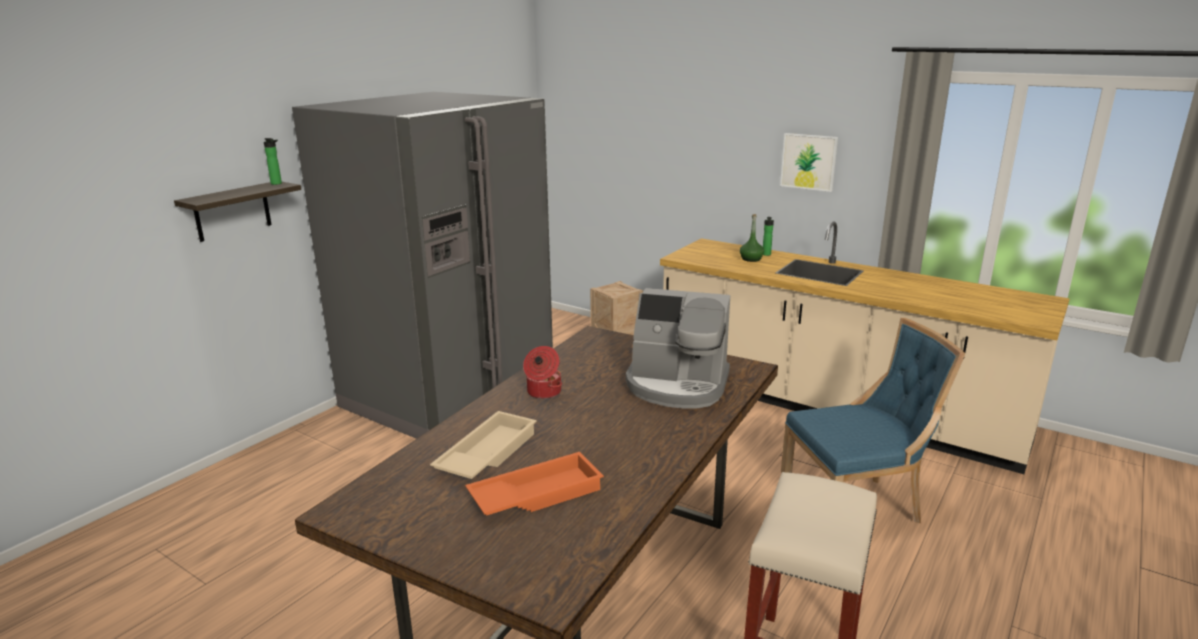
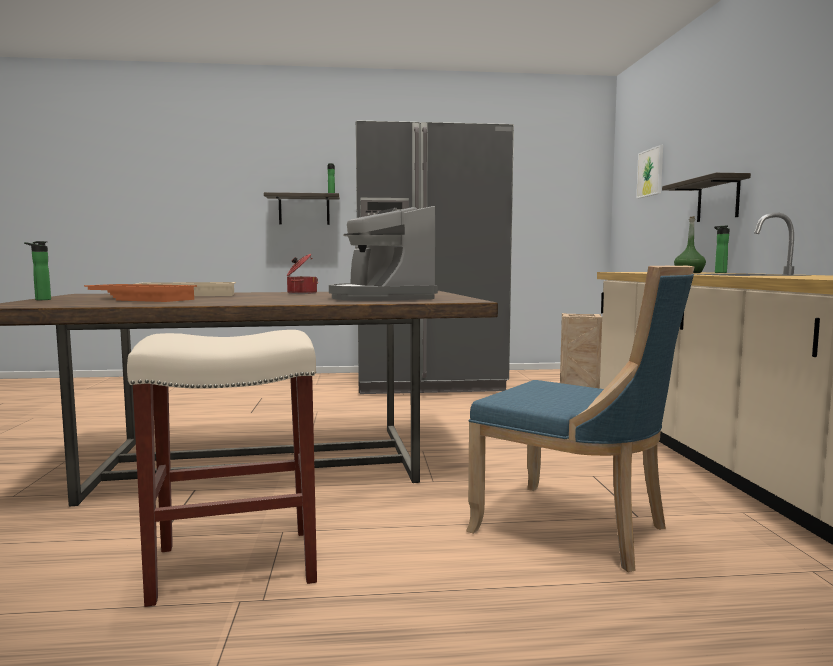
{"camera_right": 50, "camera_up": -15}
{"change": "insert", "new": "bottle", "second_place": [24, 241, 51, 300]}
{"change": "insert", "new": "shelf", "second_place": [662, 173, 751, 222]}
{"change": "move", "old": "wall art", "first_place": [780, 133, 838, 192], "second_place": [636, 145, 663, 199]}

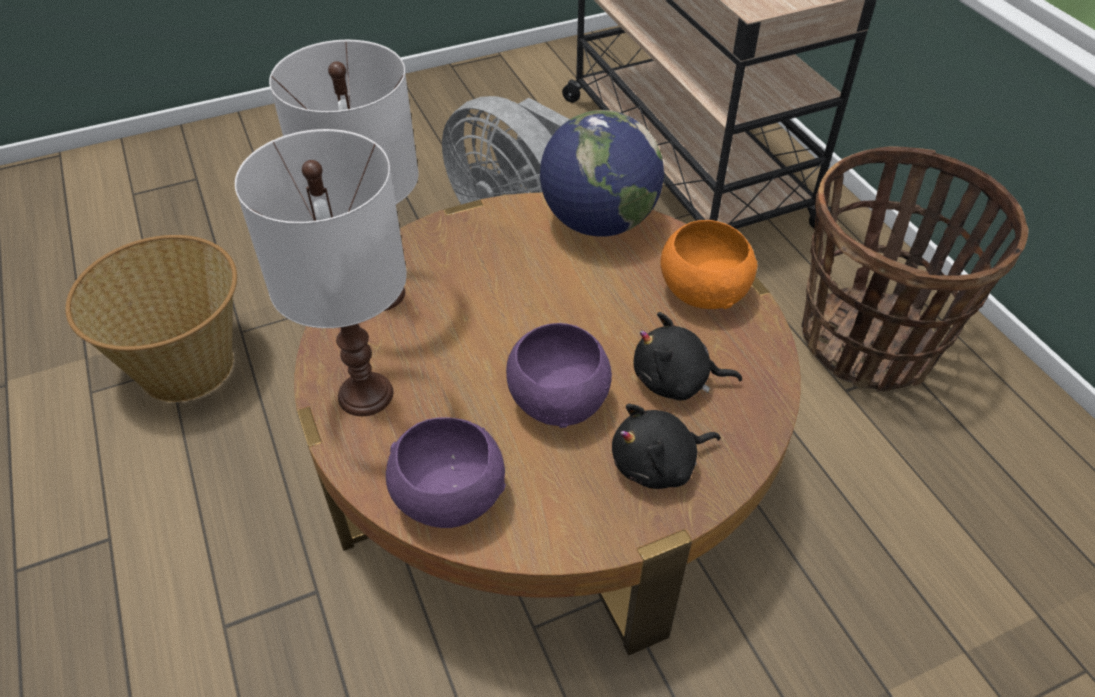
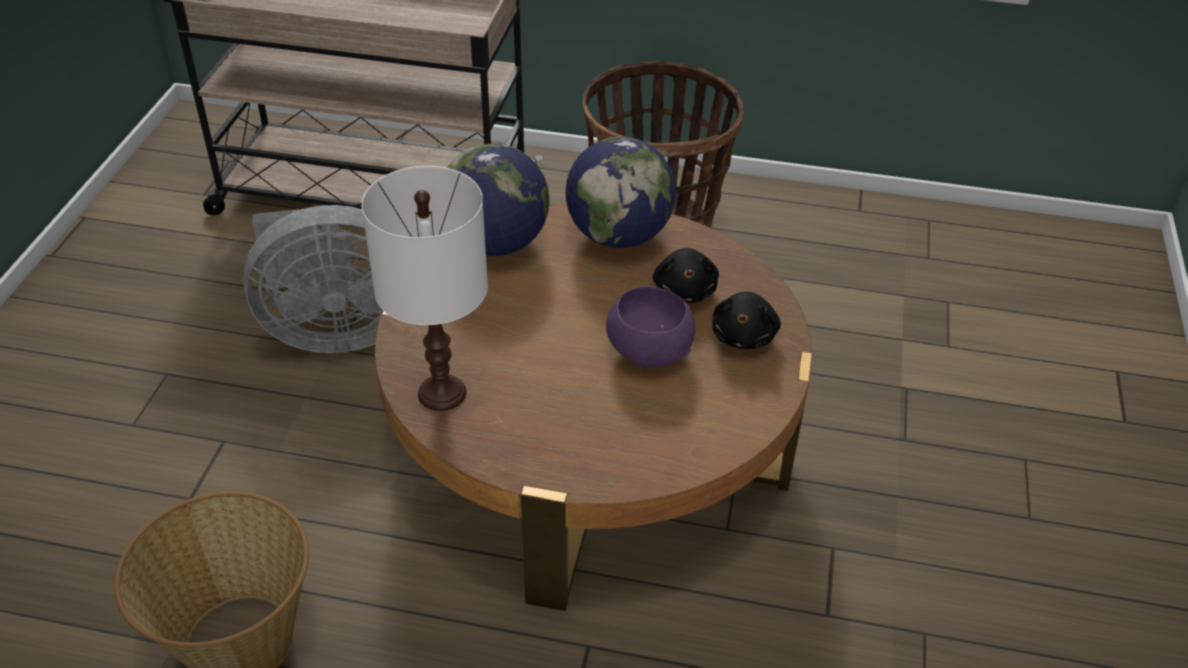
{"camera_right": -55, "camera_up": -5}
{"change": "delete", "old": "lamp for a table/white", "first_place": [235, 129, 407, 416]}
{"change": "delete", "old": "serving bowl/purple-coloured", "first_place": [386, 417, 506, 528]}
{"change": "replace", "old": "serving bowl/orangey", "new": "world globe", "first_place": [661, 220, 758, 309], "second_place": [565, 136, 676, 248]}
{"change": "rotate", "old": "cuddly toy/black", "first_place": [634, 312, 742, 400], "second_place": [653, 248, 719, 303], "degrees": -45}

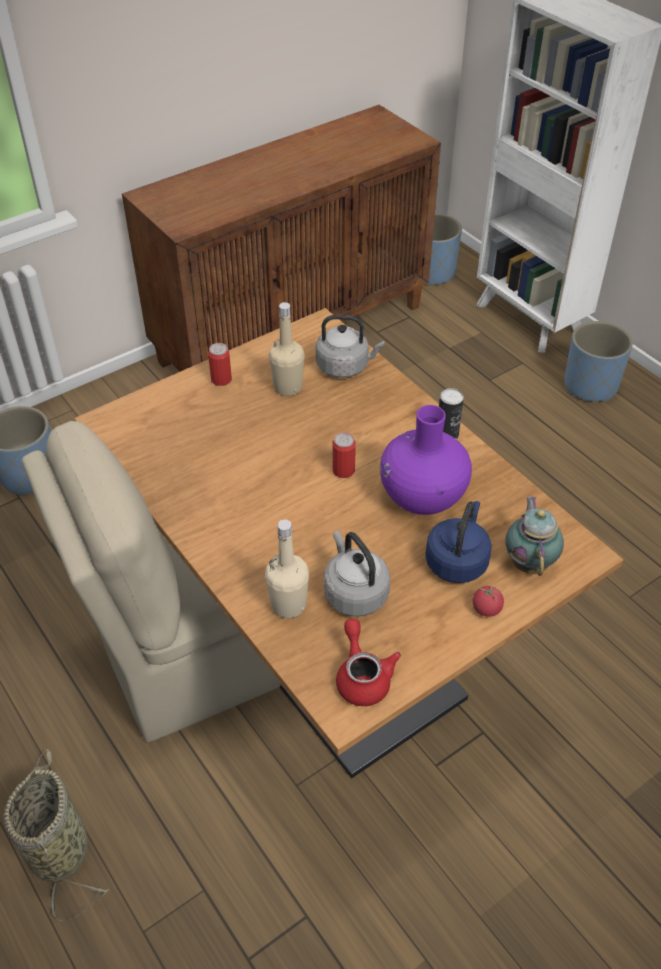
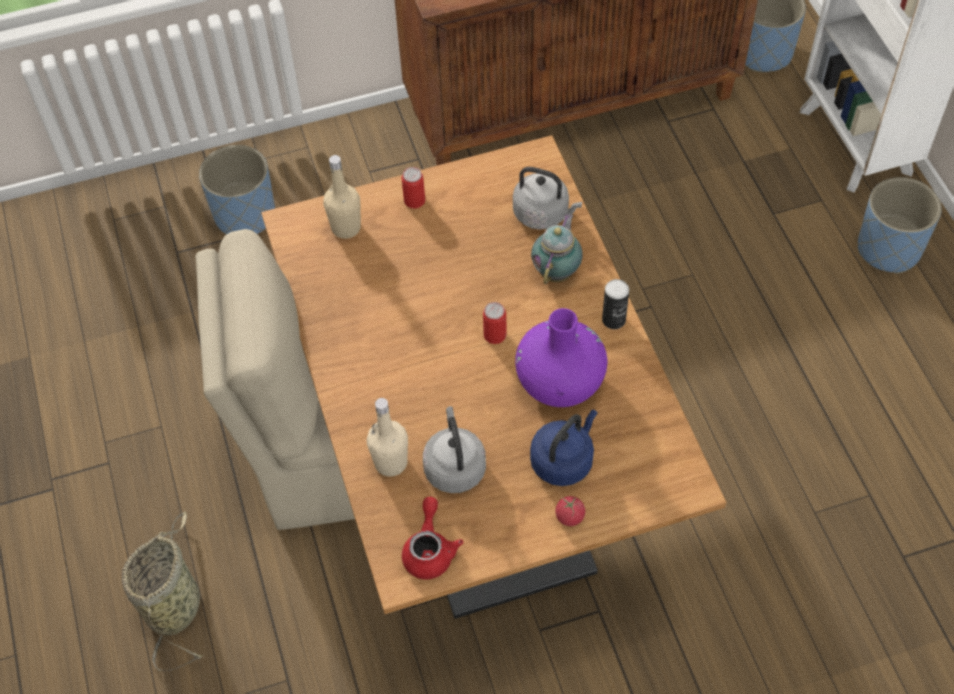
{"camera_right": 20, "camera_up": 10}
{"change": "move", "old": "bottle/beige-coloured", "first_place": [269, 302, 305, 396], "second_place": [323, 155, 361, 239]}
{"change": "move", "old": "tea pot", "first_place": [505, 496, 564, 576], "second_place": [531, 213, 583, 284]}

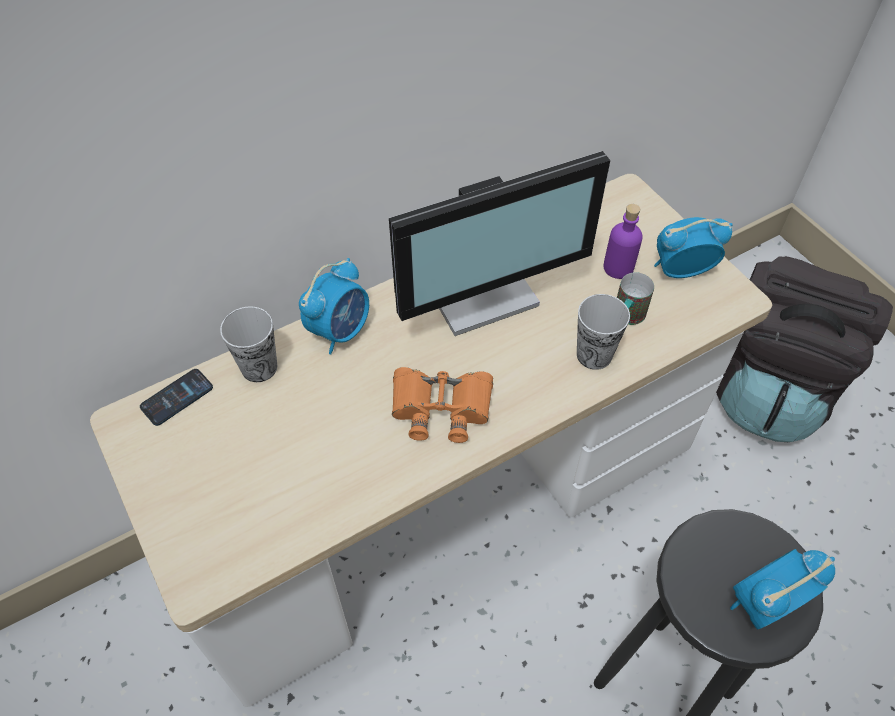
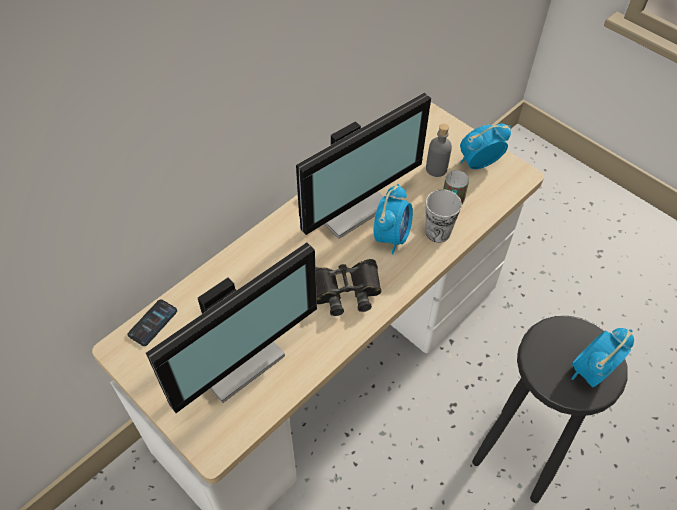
{"camera_right": -15, "camera_up": 0}
{"change": "delete", "old": "cup", "first_place": [220, 306, 277, 382]}
{"change": "delete", "old": "knapsack/black", "first_place": [716, 257, 893, 442]}
{"change": "insert", "new": "computer display", "second_place": [146, 242, 317, 413]}
{"change": "move", "old": "bedside clock", "first_place": [299, 258, 369, 354], "second_place": [374, 184, 413, 254]}
{"change": "recolor", "old": "field glasses/orangey", "new": "field glasses/black", "first_place": [392, 367, 493, 443], "second_place": [315, 259, 381, 316]}
{"change": "recolor", "old": "bottle/purple-coloured", "new": "bottle/gray", "first_place": [603, 204, 643, 279], "second_place": [426, 124, 452, 177]}

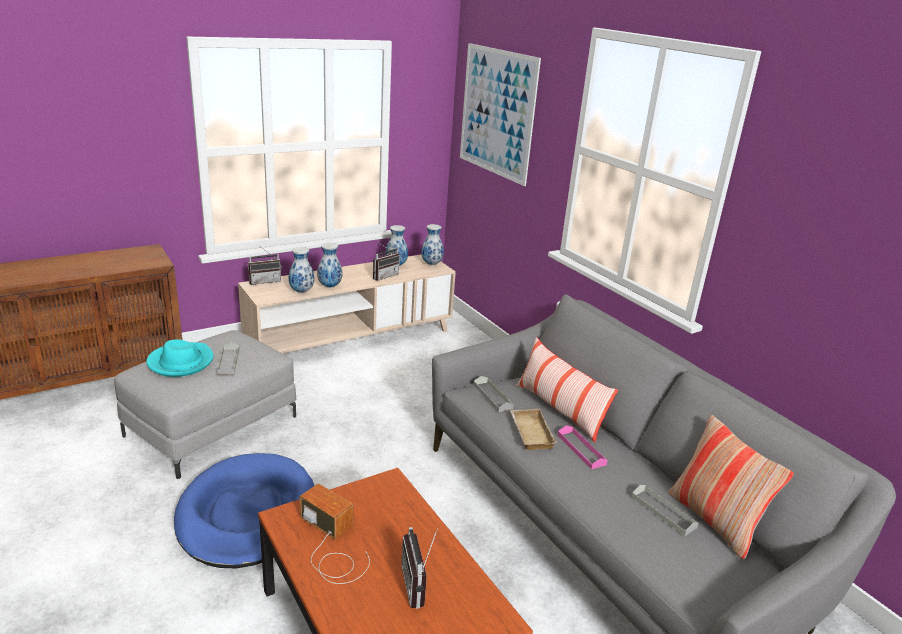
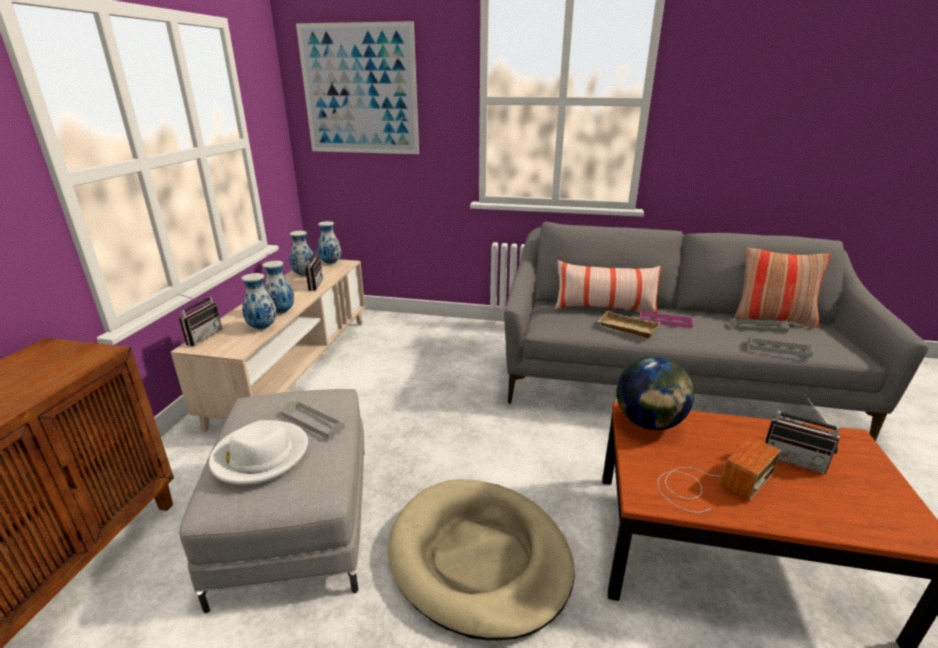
{"camera_right": -45, "camera_up": 0}
{"change": "insert", "new": "world globe", "second_place": [616, 356, 694, 430]}
{"change": "move", "old": "carrying tray/gray", "first_place": [473, 376, 514, 412], "second_place": [747, 337, 814, 357]}
{"change": "recolor", "old": "wearable hat/turquoise", "new": "wearable hat/white", "first_place": [146, 339, 214, 377], "second_place": [209, 420, 308, 485]}
{"change": "recolor", "old": "dog bed/blue", "new": "dog bed/beige-coloured", "first_place": [174, 453, 314, 568], "second_place": [388, 479, 575, 640]}
{"change": "rotate", "old": "radio receiver", "first_place": [299, 484, 370, 584], "second_place": [657, 437, 781, 513], "degrees": 150}

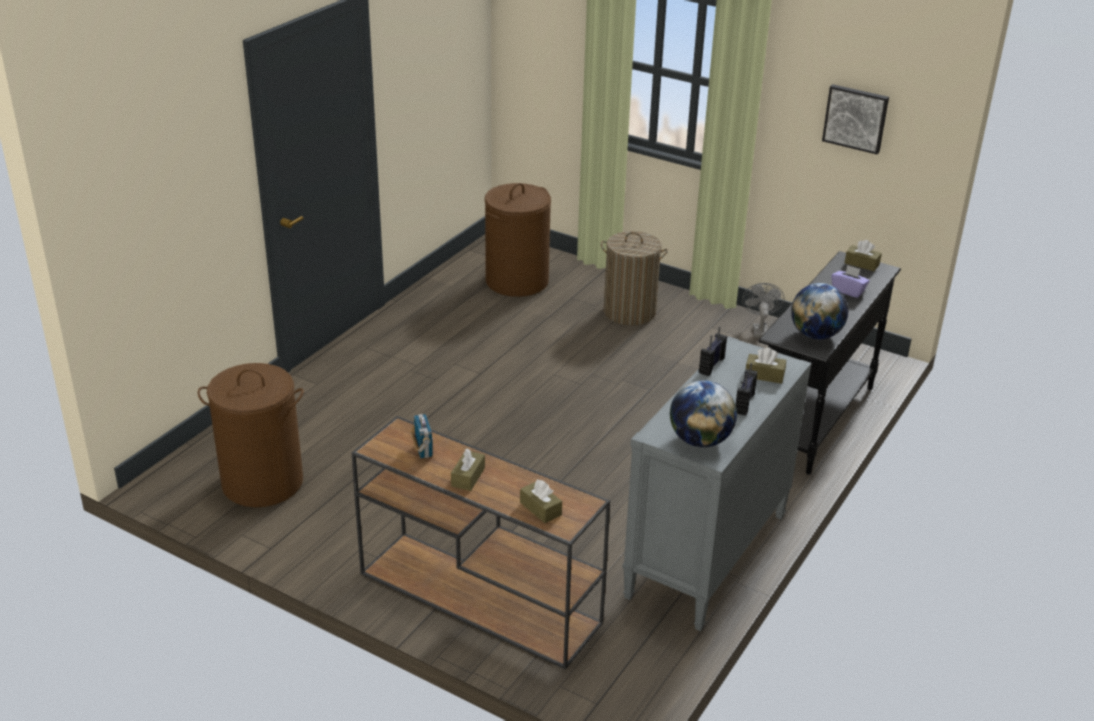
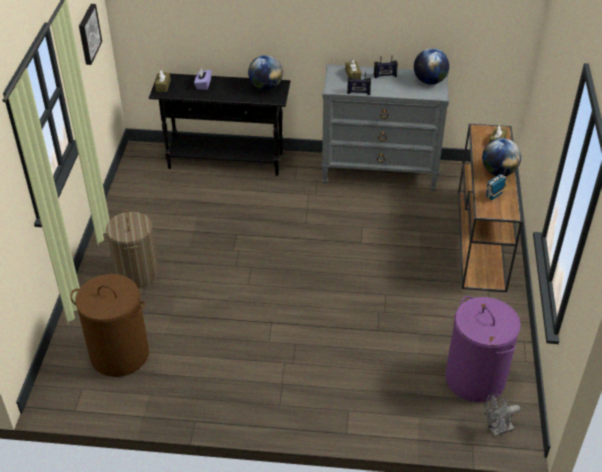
{"camera_right": -115, "camera_up": 10}
{"change": "move", "old": "electric fan/gray", "first_place": [742, 283, 784, 338], "second_place": [484, 393, 520, 437]}
{"change": "replace", "old": "box of tissues/brown-coloured", "new": "world globe", "first_place": [451, 448, 485, 491], "second_place": [482, 138, 521, 176]}
{"change": "recolor", "old": "laundry basket/brown-coloured", "new": "laundry basket/purple-coloured", "first_place": [198, 363, 304, 507], "second_place": [445, 296, 521, 403]}

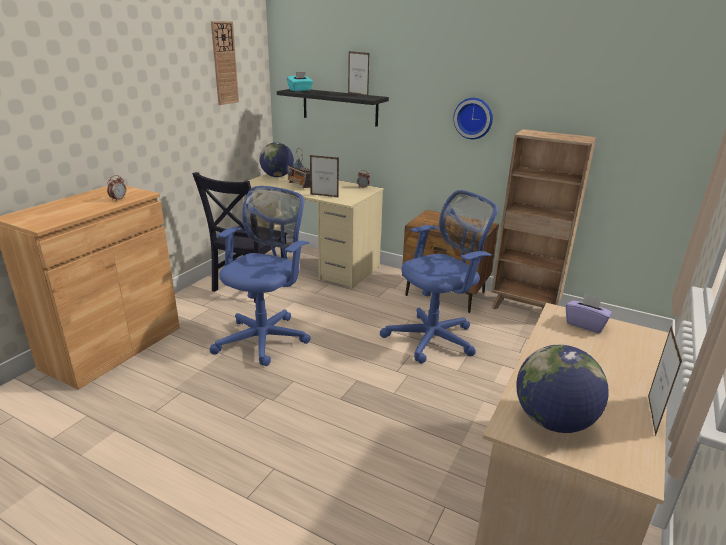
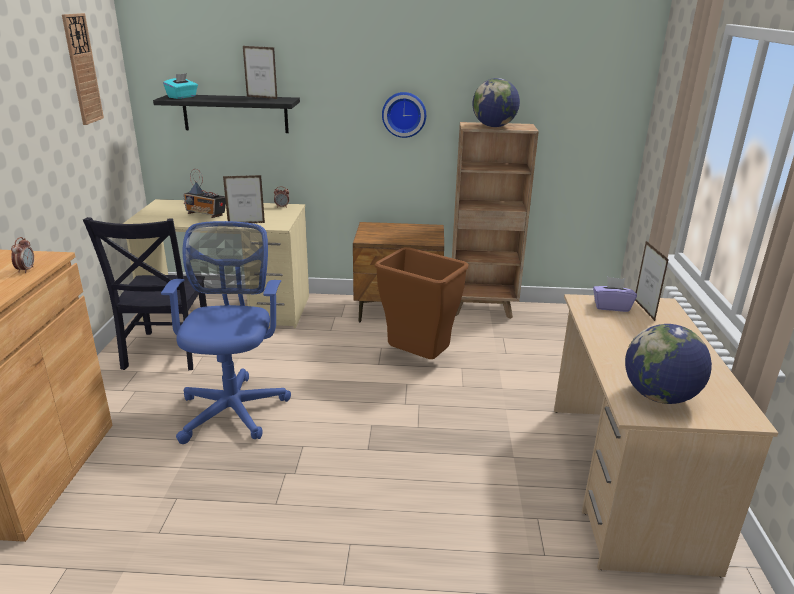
{"camera_right": -25, "camera_up": 0}
{"change": "move", "old": "world globe", "first_place": [259, 142, 294, 177], "second_place": [473, 78, 520, 127]}
{"change": "move", "old": "standing frame", "first_place": [648, 326, 682, 436], "second_place": [635, 241, 669, 321]}
{"change": "replace", "old": "desk chair/blue", "new": "trash can/brown-coloured", "first_place": [380, 190, 498, 364], "second_place": [375, 247, 469, 359]}

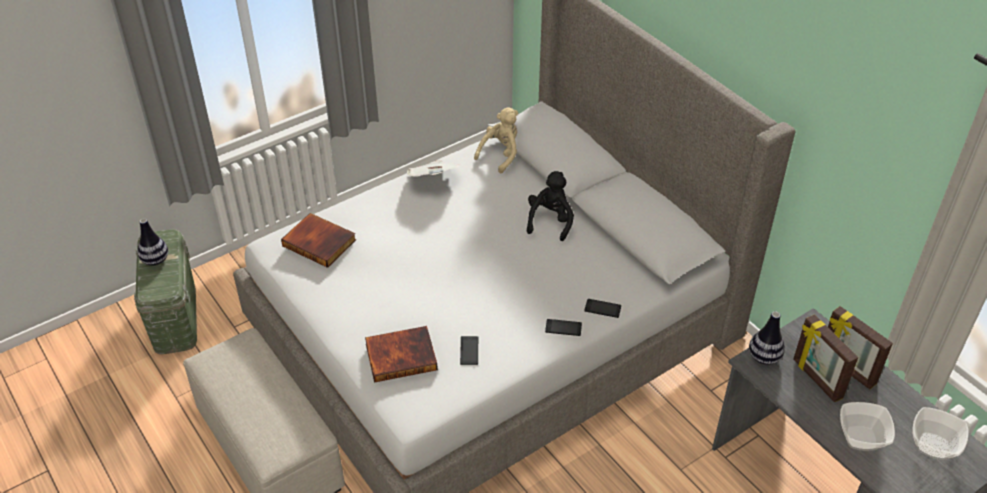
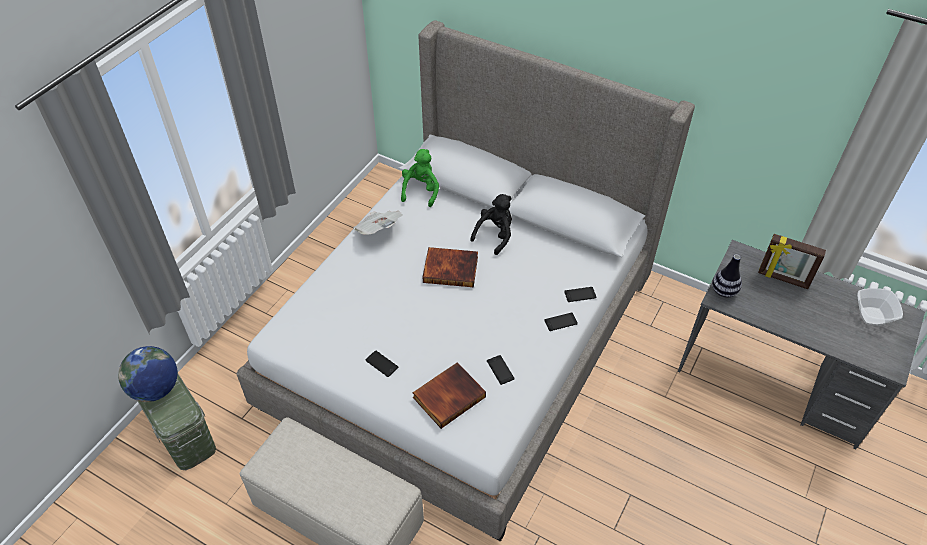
{"camera_right": -25, "camera_up": 5}
{"change": "delete", "old": "standing frame", "first_place": [793, 314, 858, 402]}
{"change": "delete", "old": "serving bowl", "first_place": [840, 402, 895, 451]}
{"change": "insert", "new": "telephone", "second_place": [365, 350, 398, 377]}
{"change": "move", "old": "book", "first_place": [281, 213, 356, 268], "second_place": [423, 247, 478, 287]}
{"change": "replace", "old": "flower vase", "new": "world globe", "first_place": [137, 218, 168, 266], "second_place": [118, 346, 178, 402]}
{"change": "recolor", "old": "cuddly toy/beige-coloured", "new": "cuddly toy/green-coloured", "first_place": [474, 107, 518, 173], "second_place": [401, 149, 439, 207]}
{"change": "rotate", "old": "cuddly toy/black", "first_place": [527, 171, 574, 241], "second_place": [470, 194, 512, 255], "degrees": 45}

